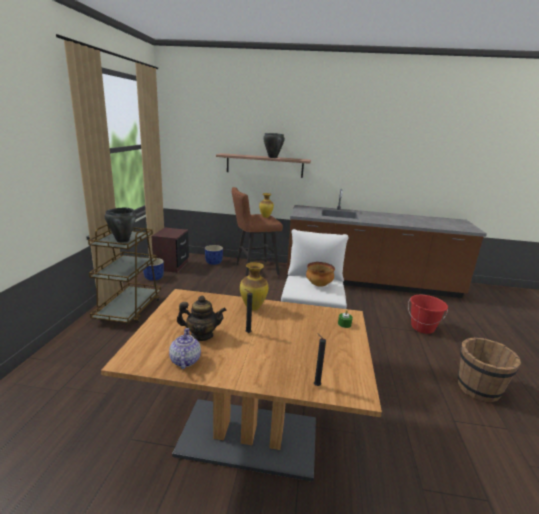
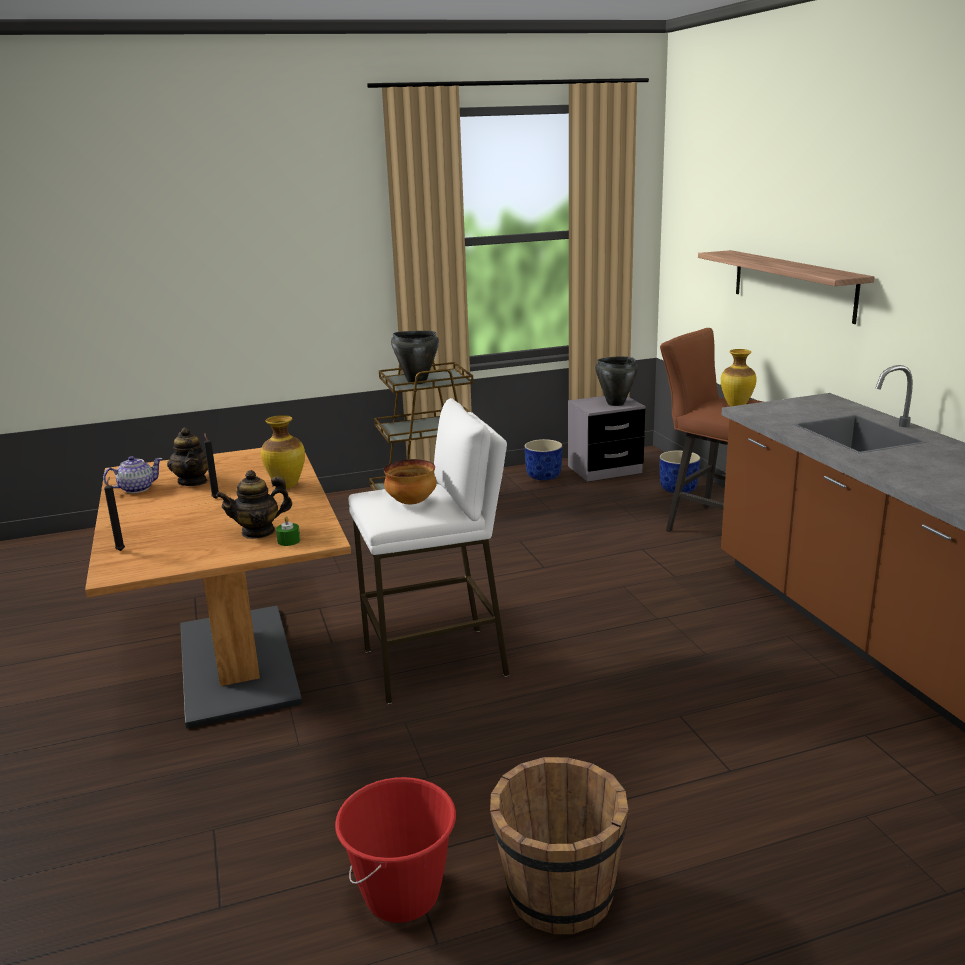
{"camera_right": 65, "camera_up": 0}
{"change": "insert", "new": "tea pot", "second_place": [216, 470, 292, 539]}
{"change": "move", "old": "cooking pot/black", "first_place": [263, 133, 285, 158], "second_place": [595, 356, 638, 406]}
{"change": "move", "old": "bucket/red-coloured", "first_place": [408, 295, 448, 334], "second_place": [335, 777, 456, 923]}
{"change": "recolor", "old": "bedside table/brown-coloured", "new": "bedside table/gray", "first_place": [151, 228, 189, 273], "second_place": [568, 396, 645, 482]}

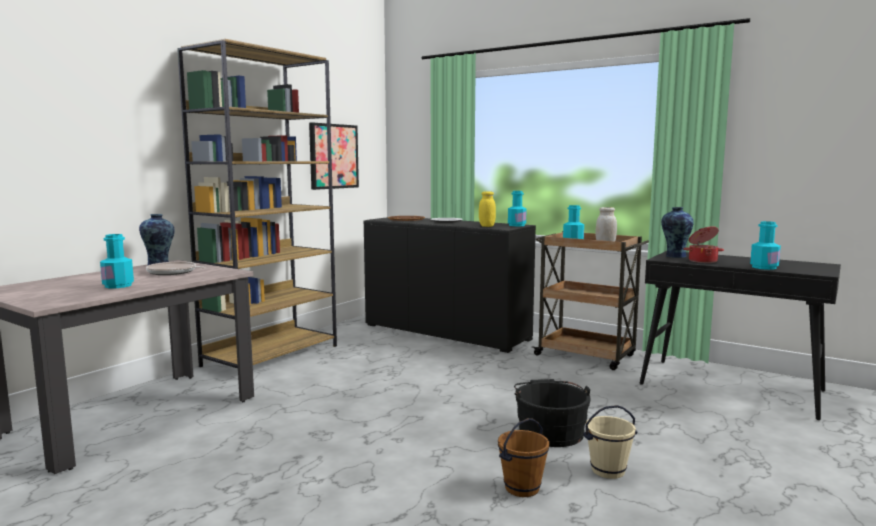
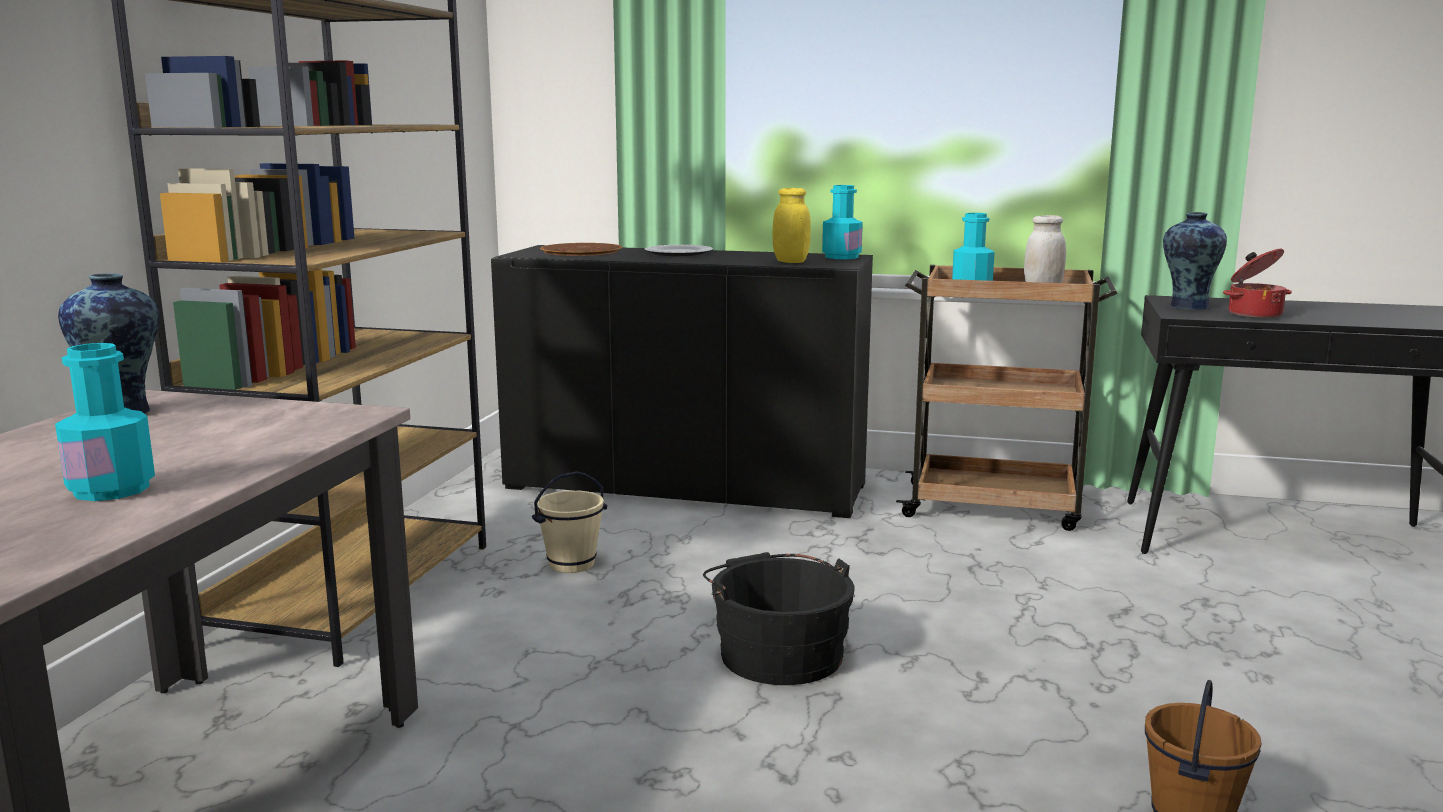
{"camera_right": -20, "camera_up": 5}
{"change": "delete", "old": "frying pan", "first_place": [146, 261, 206, 275]}
{"change": "delete", "old": "wall art", "first_place": [309, 122, 359, 190]}
{"change": "delete", "old": "bottle/turquoise", "first_place": [750, 221, 781, 270]}
{"change": "move", "old": "bucket/black", "first_place": [514, 379, 591, 447], "second_place": [703, 552, 855, 685]}
{"change": "move", "old": "bucket/beige-coloured", "first_place": [583, 405, 637, 479], "second_place": [532, 472, 607, 573]}

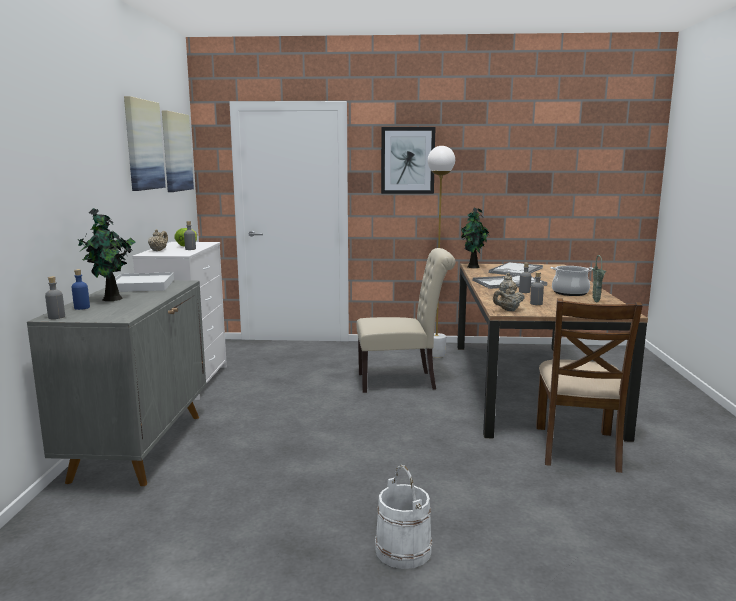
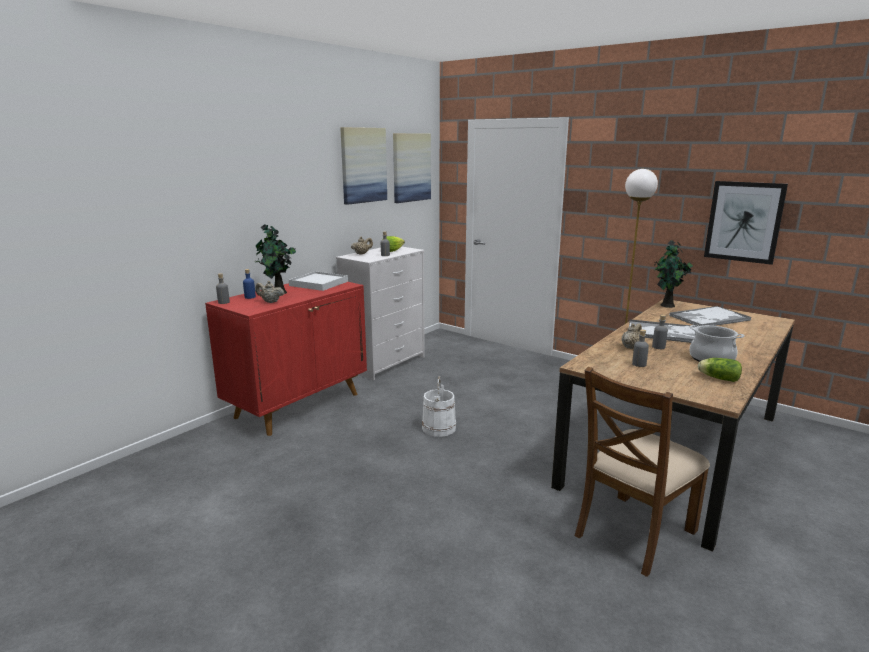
{"camera_right": 35, "camera_up": 5}
{"change": "delete", "old": "upright chair/beige-coloured", "first_place": [356, 248, 456, 393]}
{"change": "move", "old": "bucket/white", "first_place": [375, 465, 432, 569], "second_place": [422, 376, 456, 437]}
{"change": "move", "old": "wall art", "first_place": [381, 127, 435, 194], "second_place": [704, 181, 788, 265]}
{"change": "move", "old": "tea pot/beige-coloured", "first_place": [493, 286, 525, 311], "second_place": [255, 281, 284, 303]}
{"change": "replace", "old": "flower vase/green-coloured", "new": "lettuce", "first_place": [592, 255, 606, 302], "second_place": [698, 358, 742, 382]}
{"change": "recolor", "old": "cupboard/gray", "new": "cupboard/red-coloured", "first_place": [27, 280, 206, 486], "second_place": [205, 282, 367, 436]}

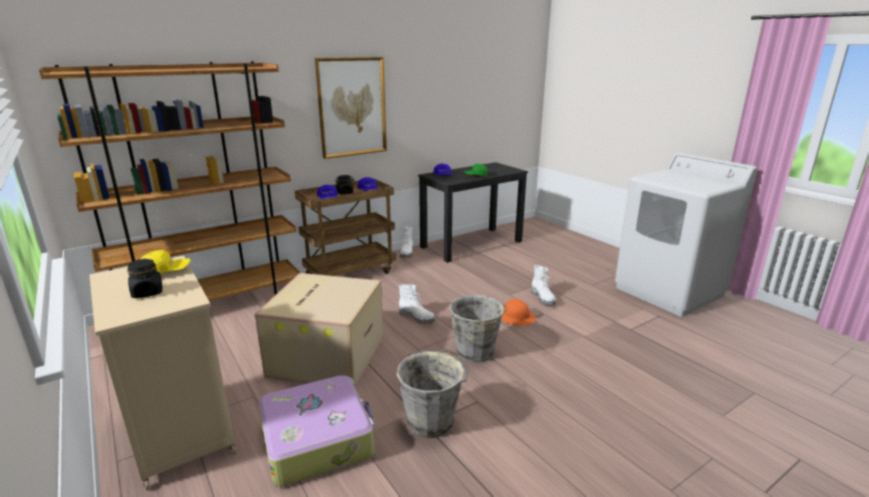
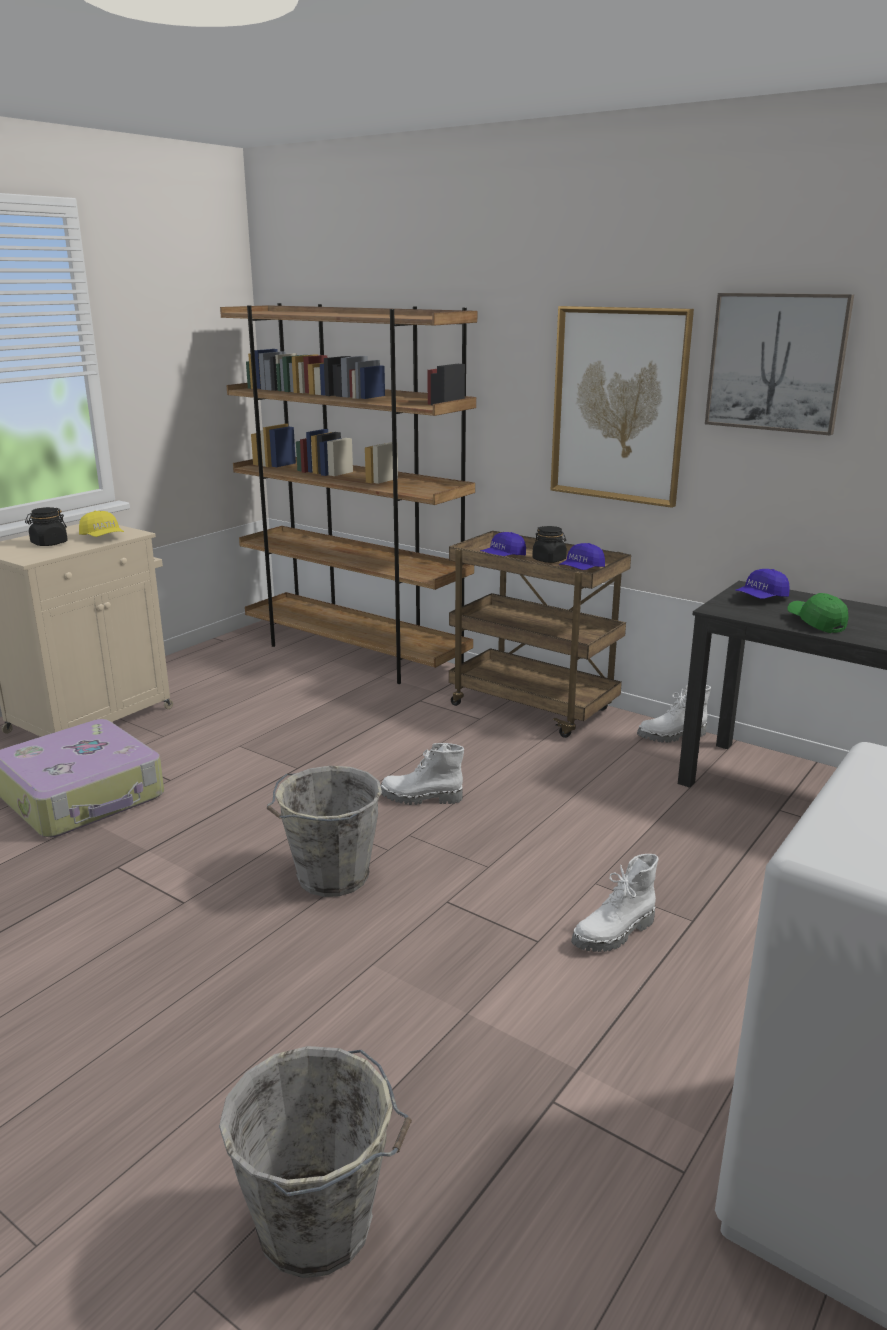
{"camera_right": 70, "camera_up": 0}
{"change": "delete", "old": "cardboard box", "first_place": [255, 273, 384, 388]}
{"change": "delete", "old": "hard hat/orangey", "first_place": [501, 299, 536, 326]}
{"change": "insert", "new": "wall art", "second_place": [705, 293, 854, 436]}
{"change": "move", "old": "bucket/gray", "first_place": [397, 349, 468, 438], "second_place": [219, 1046, 412, 1278]}
{"change": "rotate", "old": "boot/white", "first_place": [399, 284, 435, 324], "second_place": [381, 743, 464, 805], "degrees": 75}

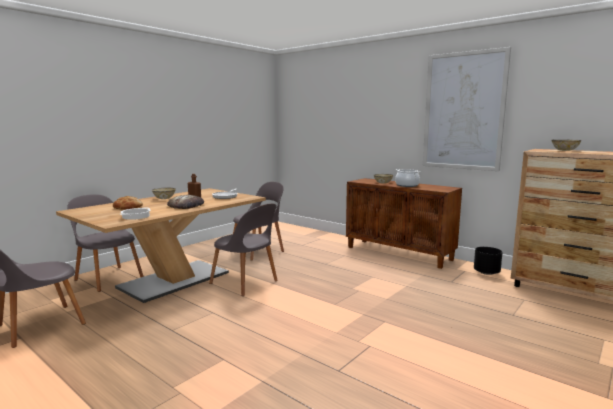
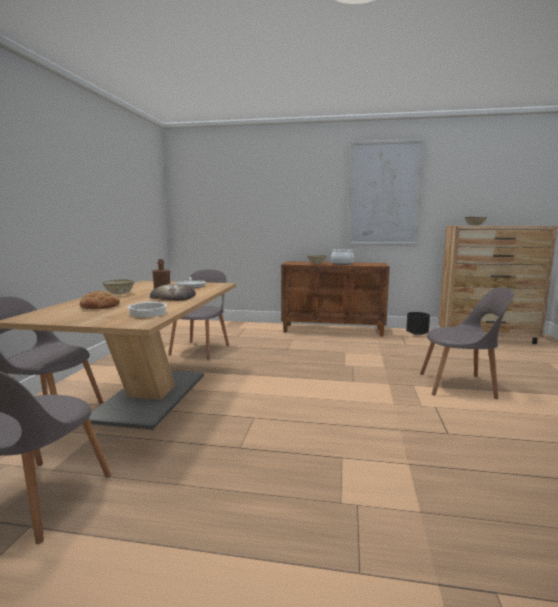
{"camera_right": -30, "camera_up": 0}
{"change": "move", "old": "upright chair/gray", "first_place": [209, 203, 278, 296], "second_place": [420, 287, 514, 399]}

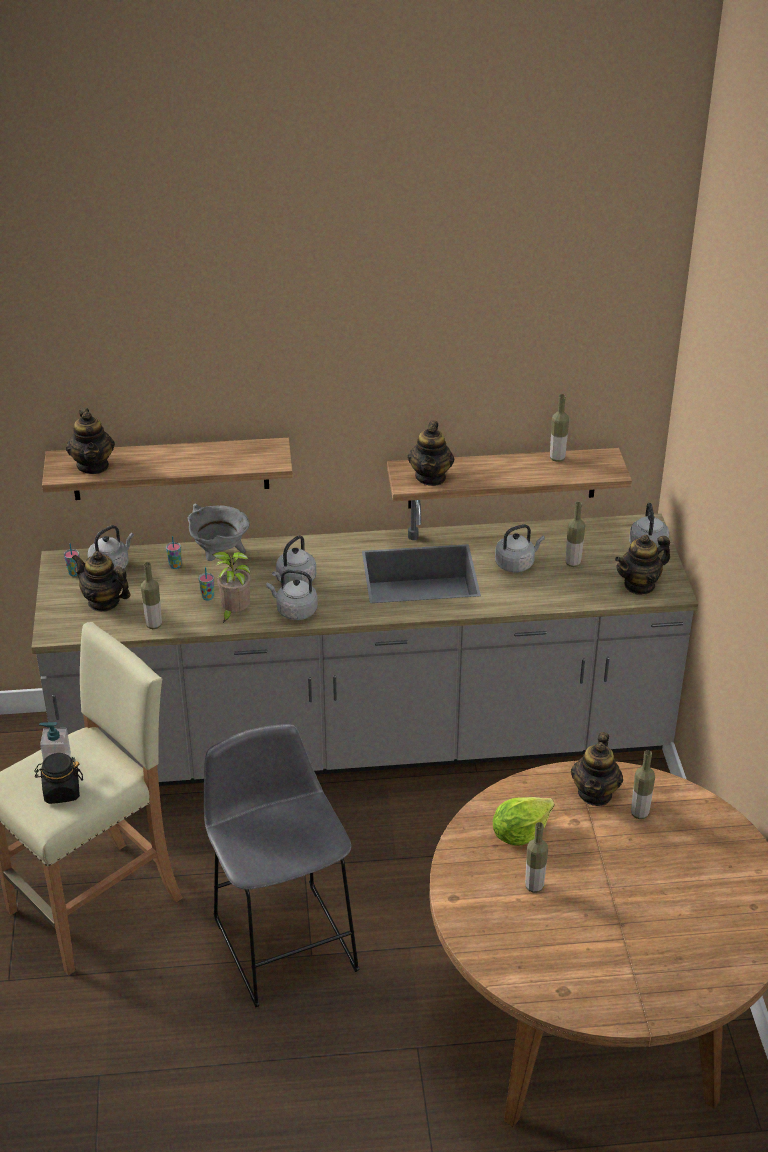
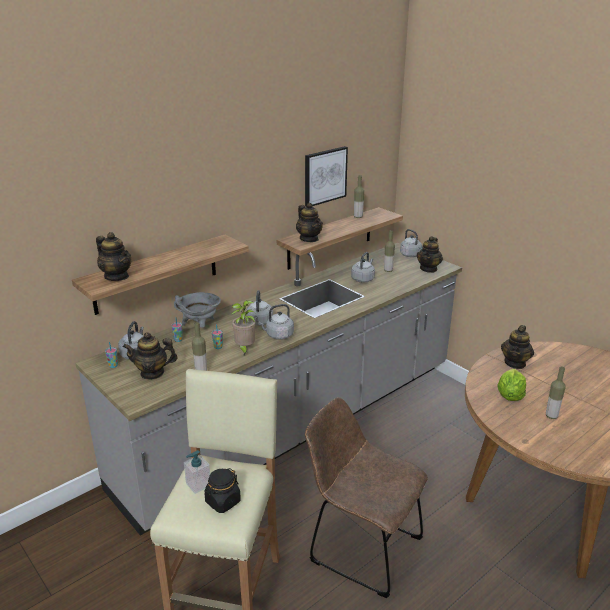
{"camera_right": -35, "camera_up": -10}
{"change": "delete", "old": "bottle", "first_place": [631, 750, 655, 819]}
{"change": "insert", "new": "wall art", "second_place": [305, 146, 348, 207]}
{"change": "replace", "old": "stool seat/gray", "new": "upright chair/brown-coloured", "first_place": [204, 724, 360, 1007], "second_place": [305, 397, 428, 598]}
{"change": "rotate", "old": "tea pot", "first_place": [571, 732, 623, 806], "second_place": [501, 325, 534, 369], "degrees": 45}

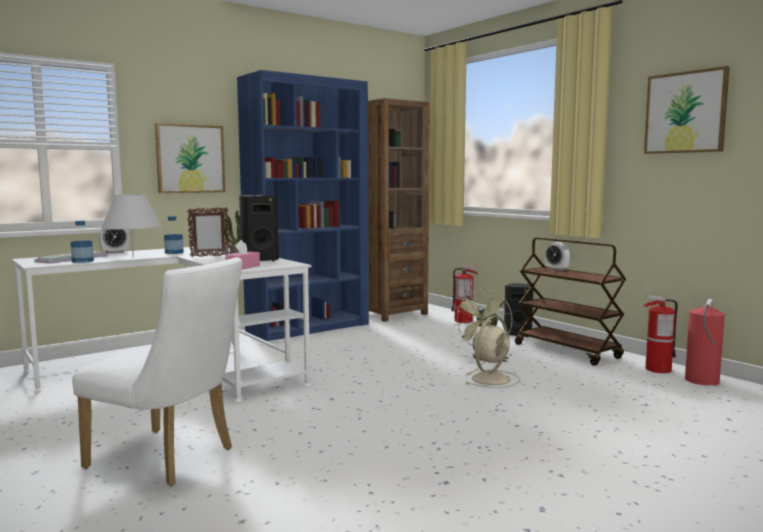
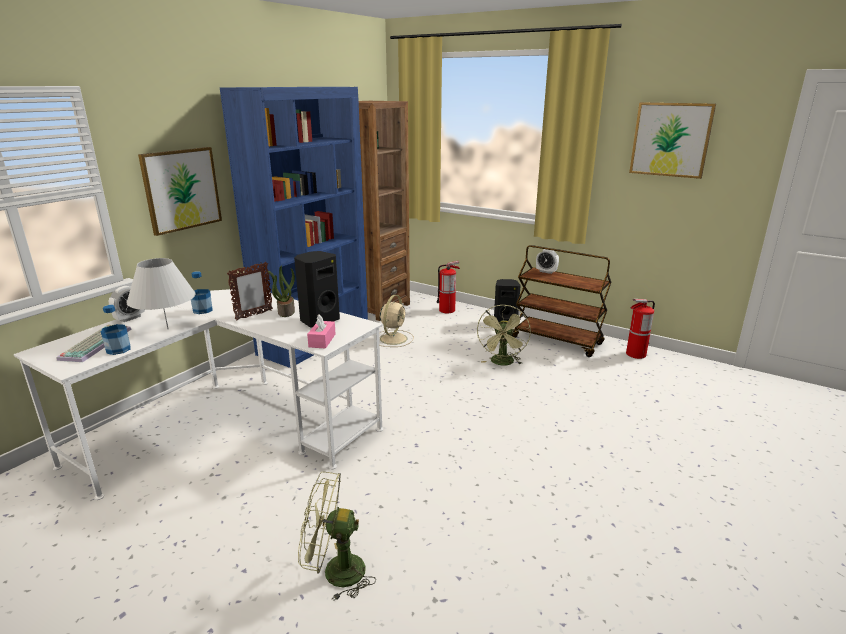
{"camera_right": -20, "camera_up": 15}
{"change": "delete", "old": "fire-fighting cylinder", "first_place": [685, 299, 725, 386]}
{"change": "move", "old": "electric fan/beige-coloured", "first_place": [466, 316, 520, 388], "second_place": [379, 295, 414, 347]}
{"change": "replace", "old": "upright chair/white", "new": "electric fan/green-coloured", "first_place": [72, 257, 242, 486], "second_place": [298, 472, 376, 601]}

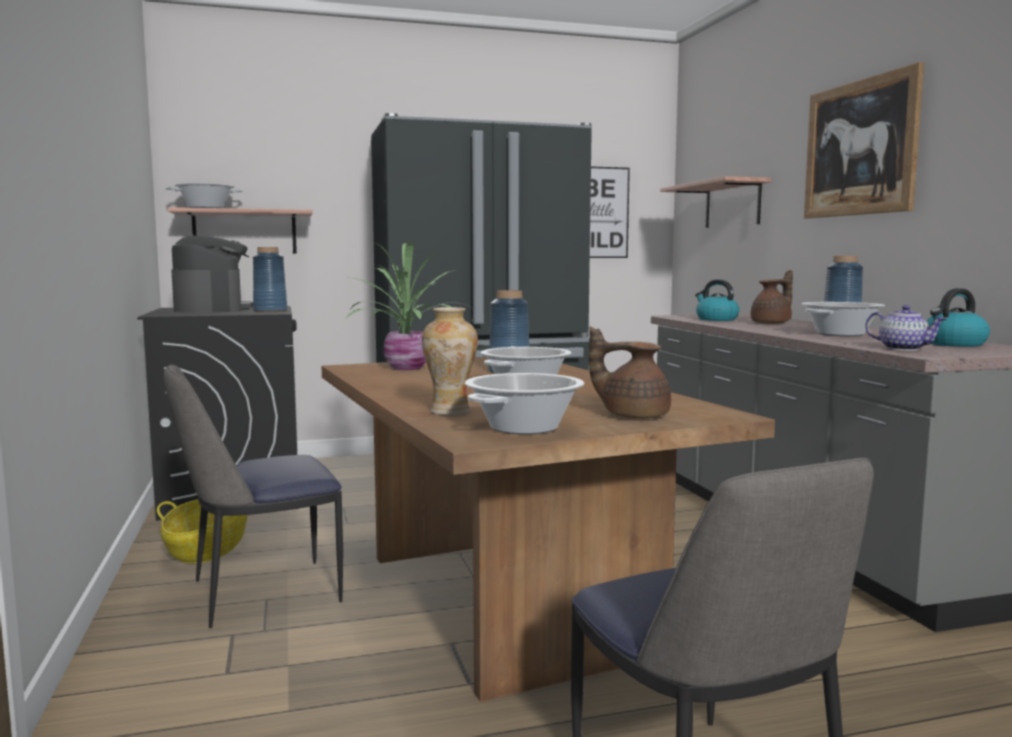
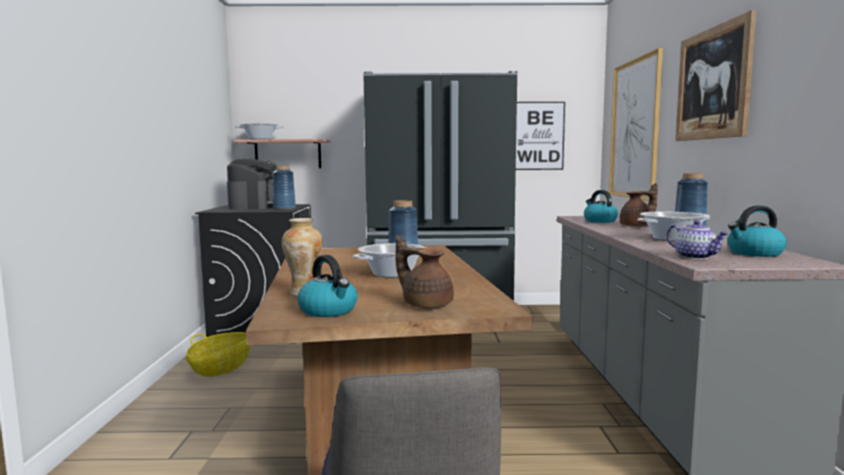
{"camera_right": 15, "camera_up": 0}
{"change": "delete", "old": "upright chair", "first_place": [164, 365, 343, 628]}
{"change": "delete", "old": "potted plant", "first_place": [345, 242, 473, 370]}
{"change": "replace", "old": "cooking pot", "new": "kettle", "first_place": [465, 373, 584, 435], "second_place": [297, 255, 358, 317]}
{"change": "replace", "old": "shelf", "new": "wall art", "first_place": [660, 176, 771, 228], "second_place": [609, 48, 663, 201]}

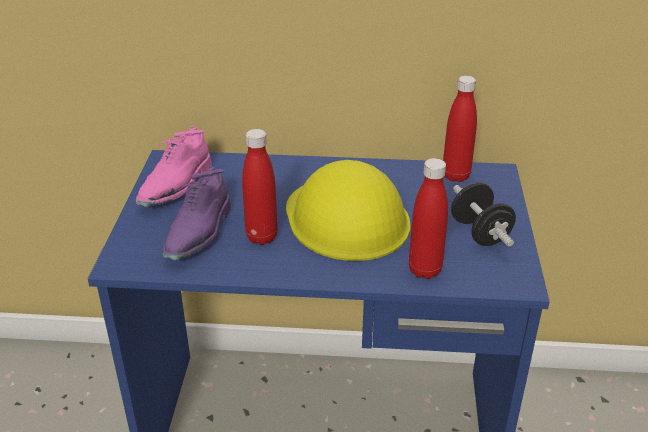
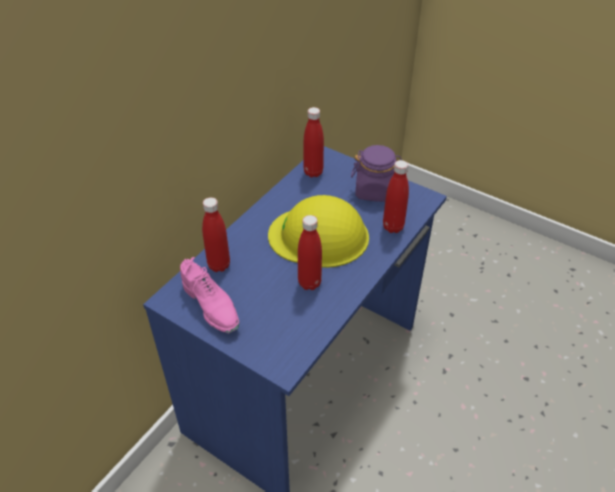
{"camera_right": -60, "camera_up": 10}
{"change": "delete", "old": "shoe/purple-coloured", "first_place": [162, 165, 231, 261]}
{"change": "insert", "new": "bottle/red-coloured", "second_place": [202, 197, 230, 272]}
{"change": "replace", "old": "dumbbell/black", "new": "jar/purple-coloured", "first_place": [451, 183, 516, 247], "second_place": [351, 145, 402, 202]}

